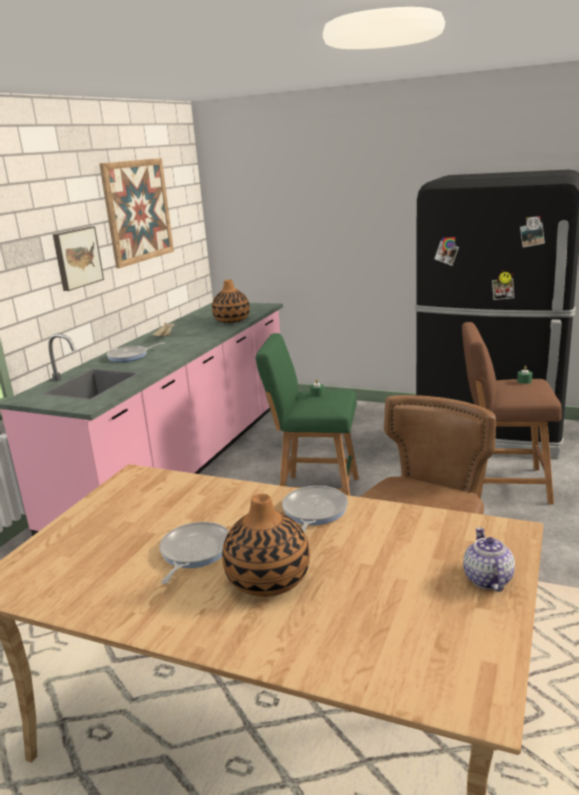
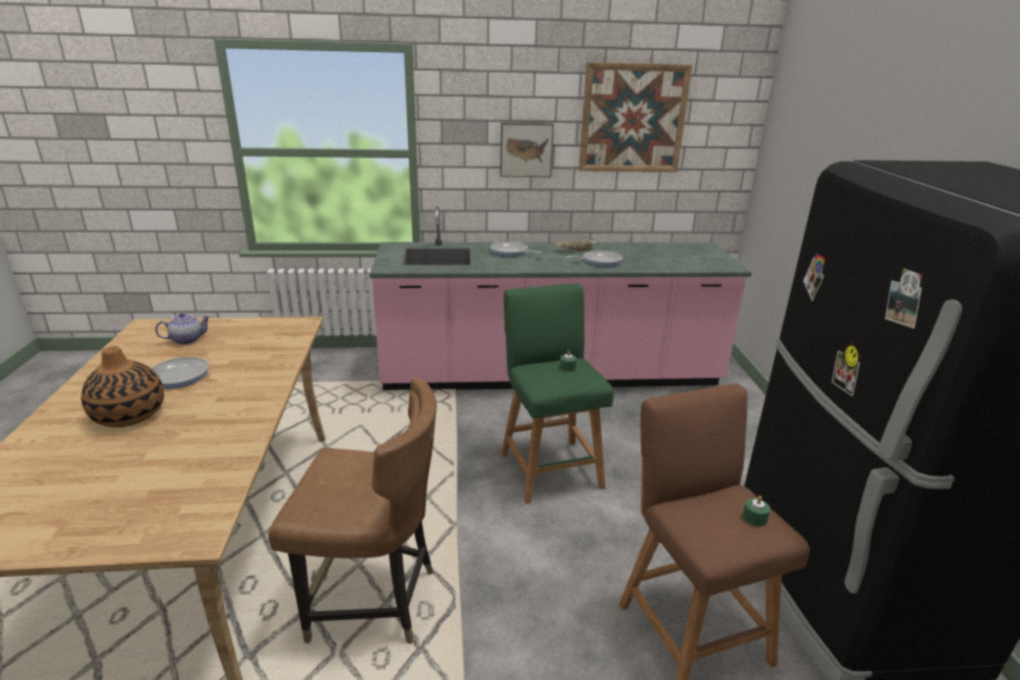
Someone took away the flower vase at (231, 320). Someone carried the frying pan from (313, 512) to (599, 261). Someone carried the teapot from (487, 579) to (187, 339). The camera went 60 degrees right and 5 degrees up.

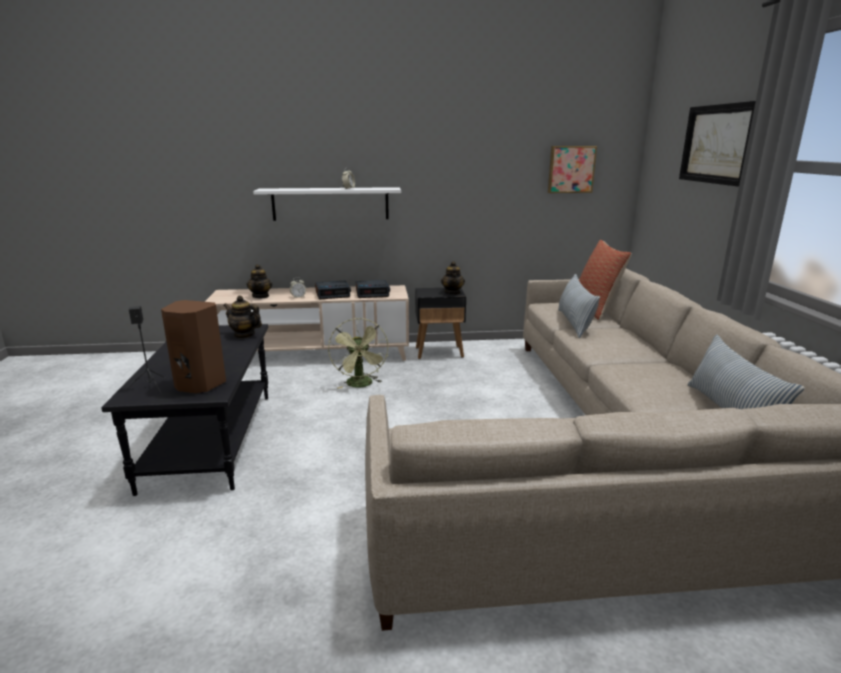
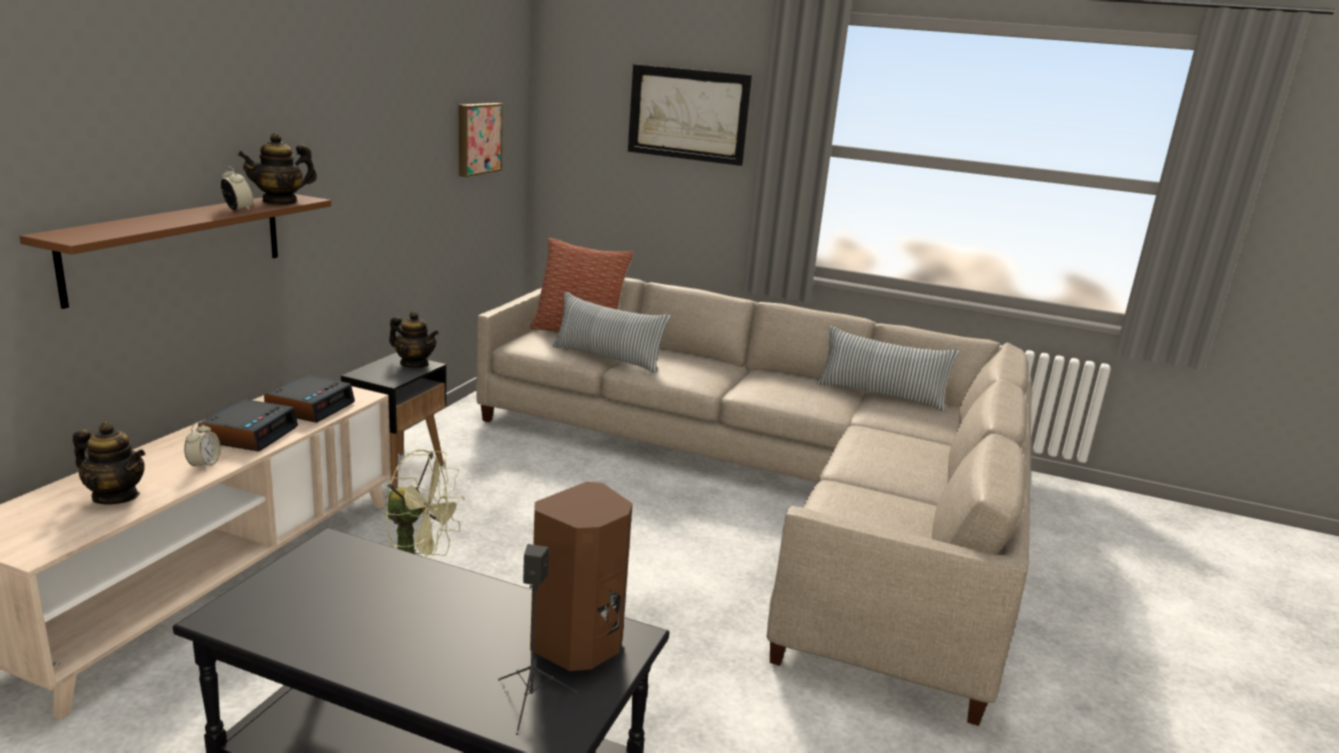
Someone repainted the white bracket shelf at (330, 204), which became the brownish bracket shelf at (178, 245). Someone carried the teapot from (244, 335) to (280, 201). The camera went 65 degrees left and 0 degrees up.

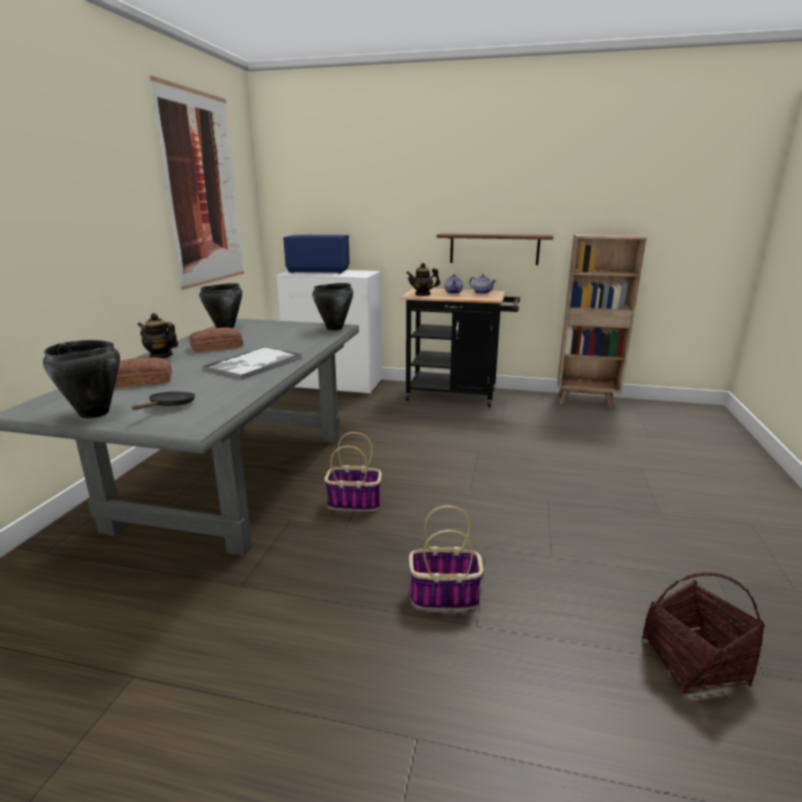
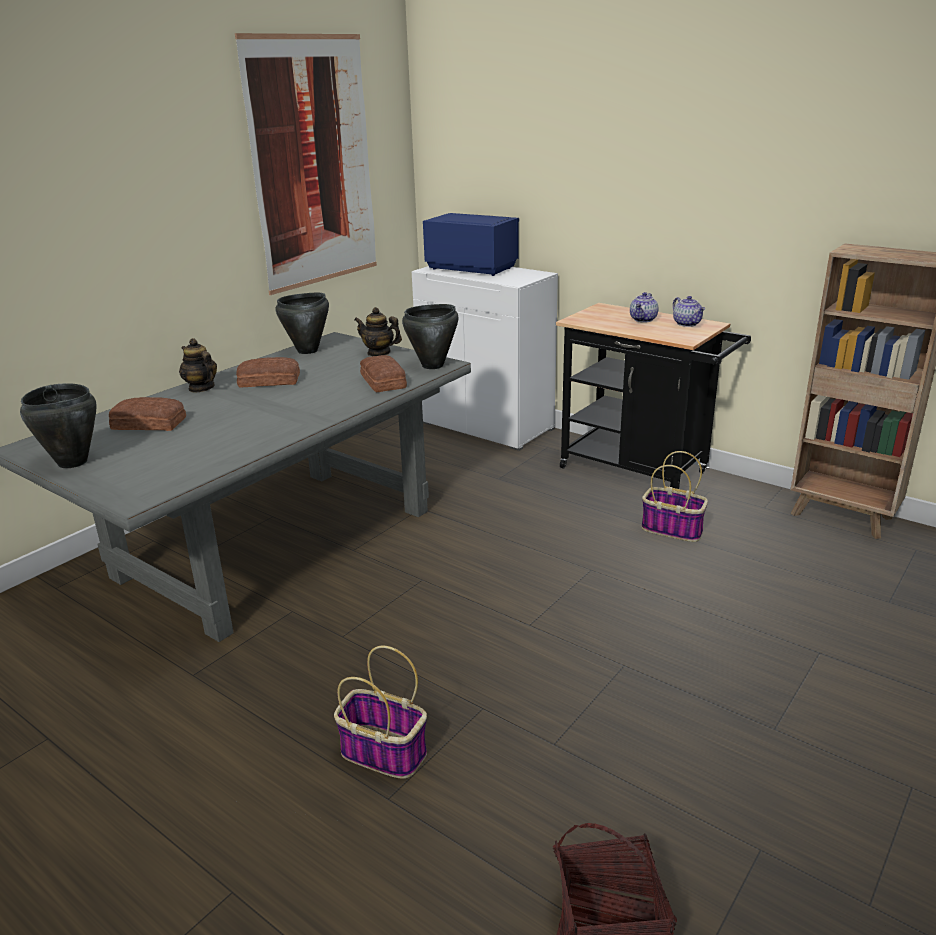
Someone took away the brownish bracket shelf at (494, 249). Someone carried the teapot from (422, 294) to (379, 353). Someone took away the tray at (253, 364). Someone took away the black frying pan at (170, 406). Someone carried the basket from (355, 502) to (673, 529). Someone put down the bread at (382, 382). The camera went 25 degrees right and 5 degrees up.

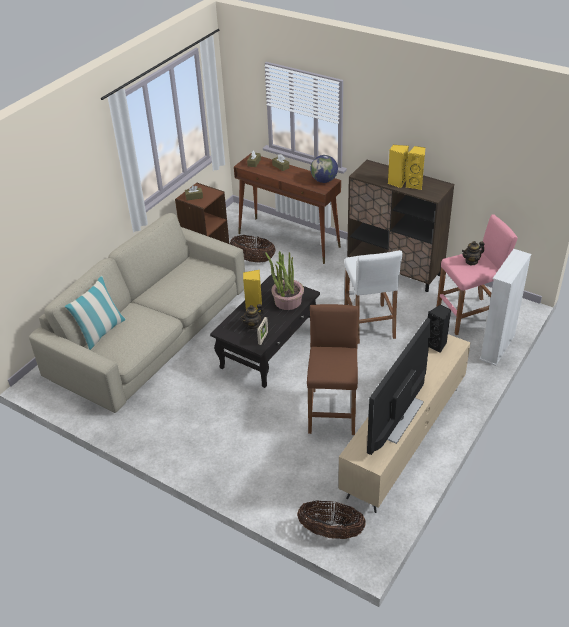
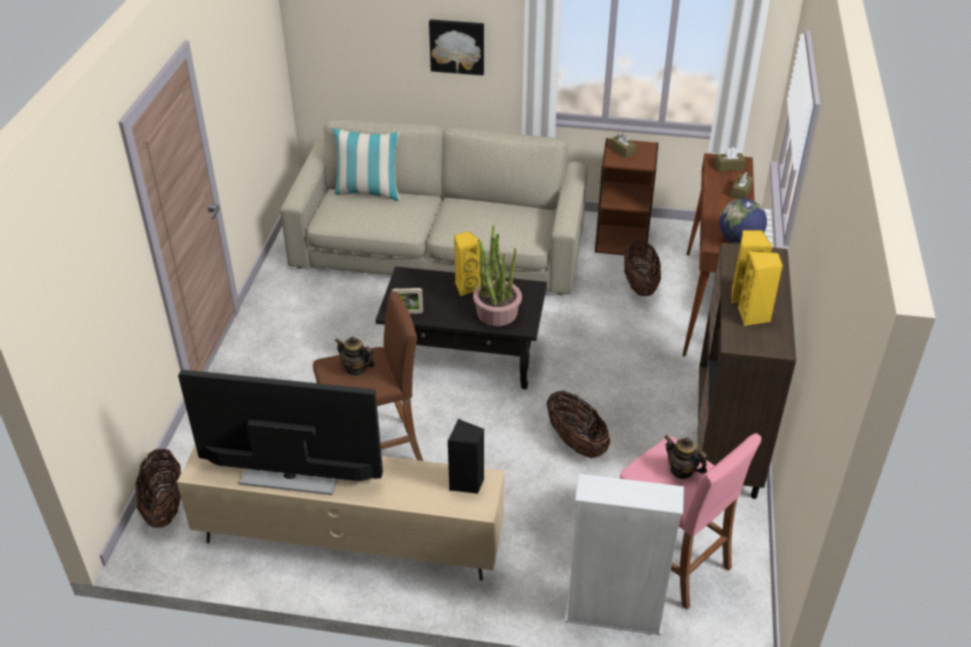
Someone swapped the white sitting stool at (369, 324) for the basket at (576, 442). Someone carried the teapot from (252, 325) to (356, 368). Someone put up the wall art at (457, 46). The camera went 65 degrees right and 0 degrees up.

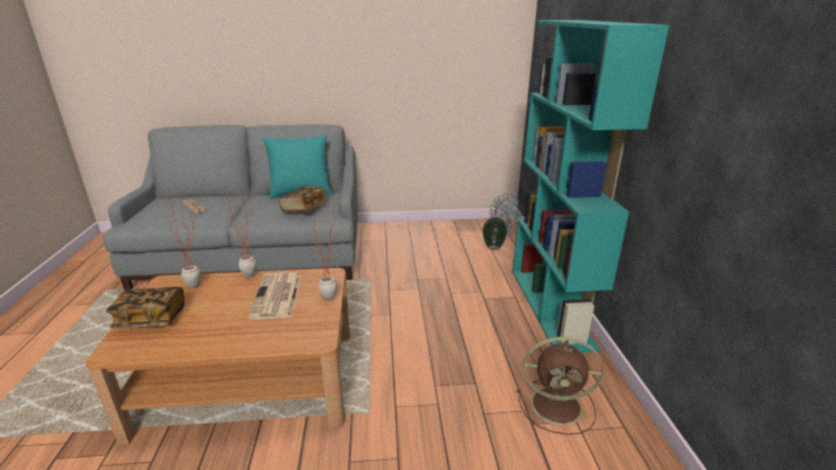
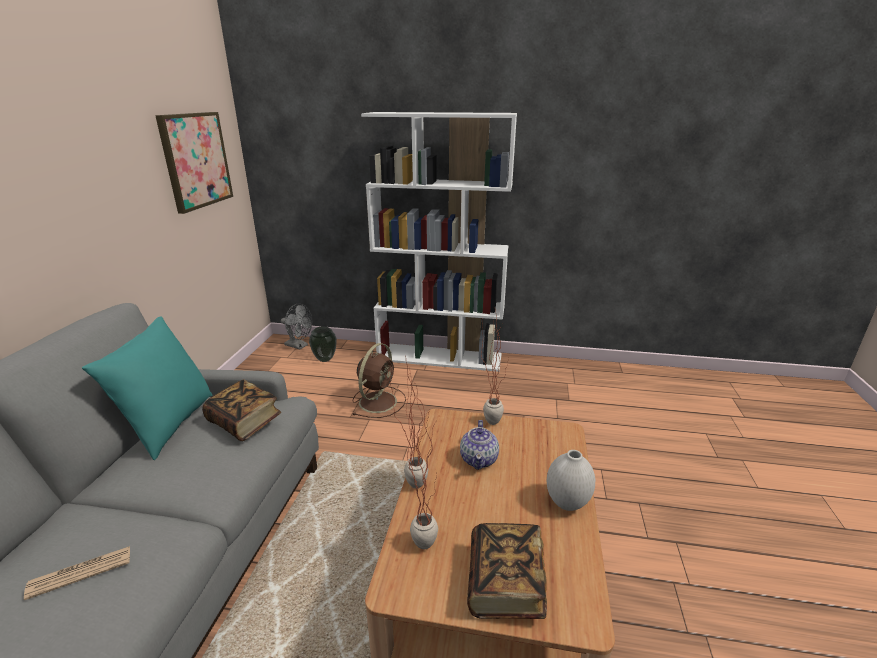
Someone repainted the turquoise shelving unit at (551, 307), which became the white shelving unit at (440, 357). Someone swapped the printed paper at (277, 297) for the teapot at (479, 459). Someone carried the brownish electric fan from (558, 406) to (379, 401). Someone put up the wall art at (196, 160). Someone put down the white flower vase at (567, 502). The camera went 75 degrees left and 0 degrees up.

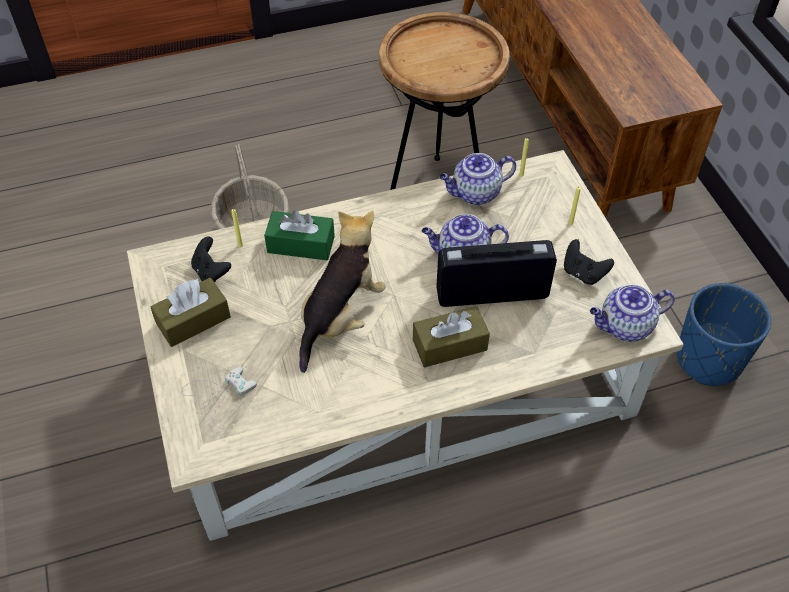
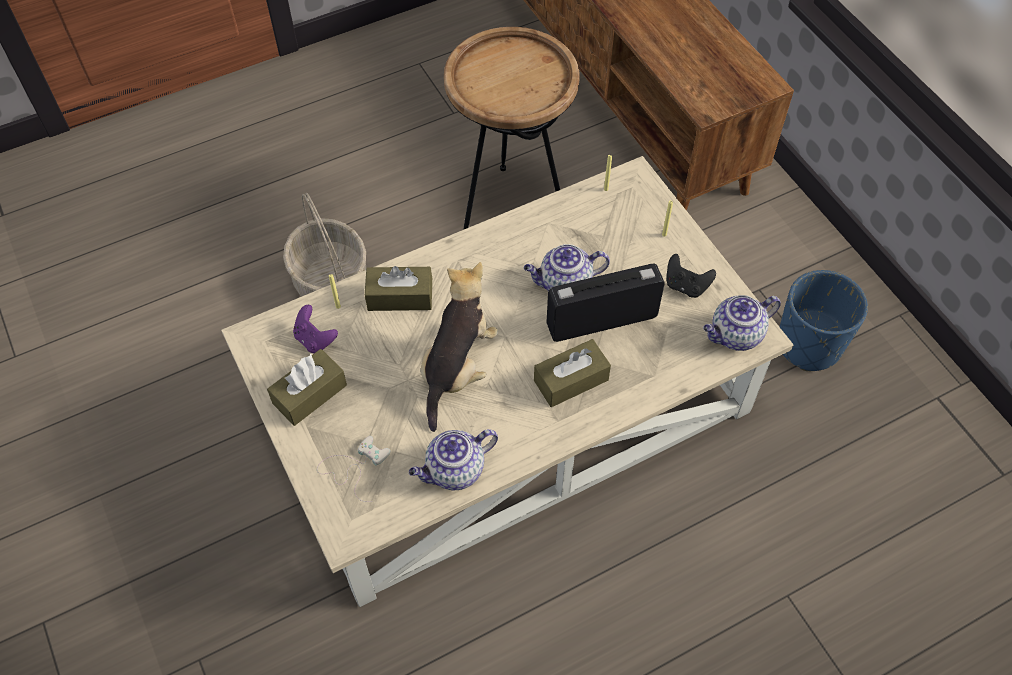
Someone carried the teapot from (475, 194) to (454, 471). Someone repainted the green-coloured tissue holder at (301, 244), which became the brownish tissue holder at (400, 296). Someone repainted the black gamepad at (211, 271), which became the purple-coloured gamepad at (315, 339). The camera went 10 degrees left and 5 degrees up.

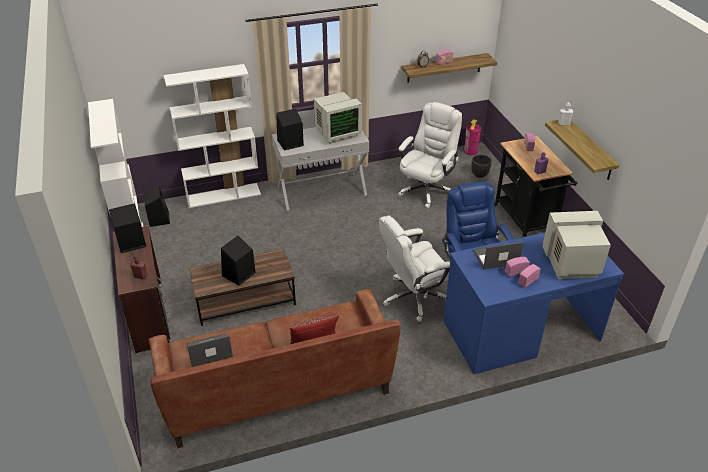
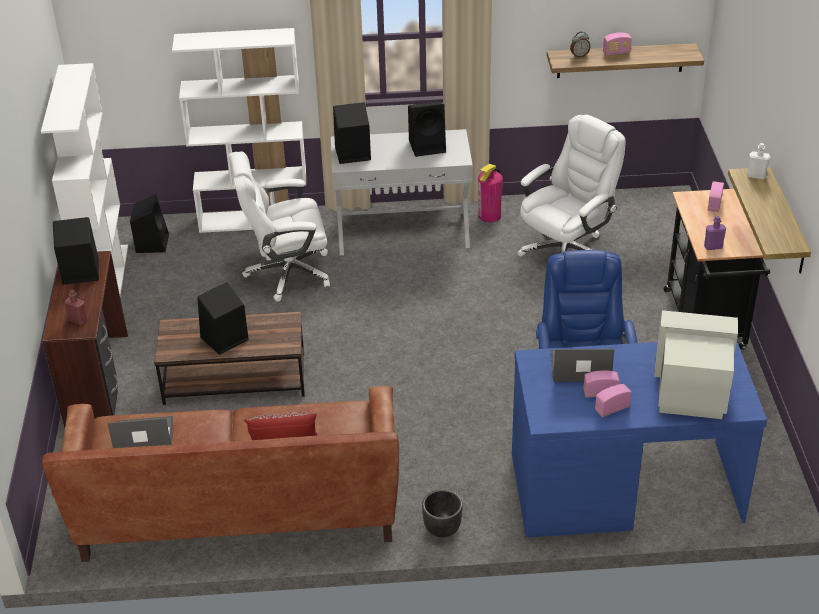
Someone swapped the computer display at (336, 133) for the black audio speaker at (428, 146). Someone carried the fire-fighting cylinder from (470, 151) to (489, 215). Someone carried the black flower pot from (479, 174) to (442, 529). Someone carried the white office chair from (413, 297) to (287, 273). The camera went 15 degrees right and 0 degrees up.

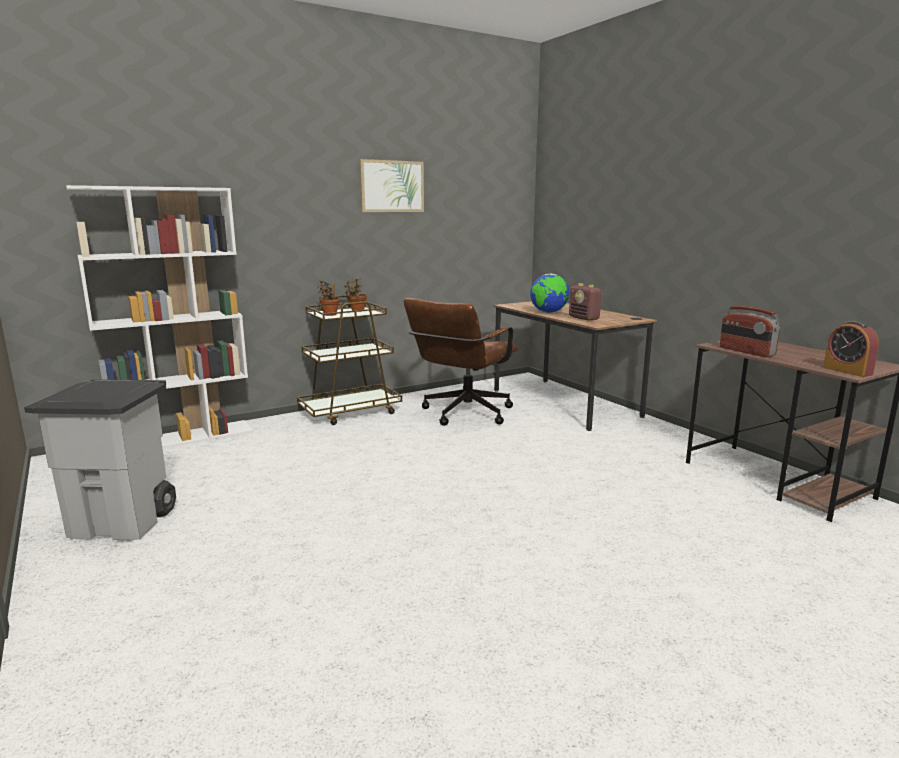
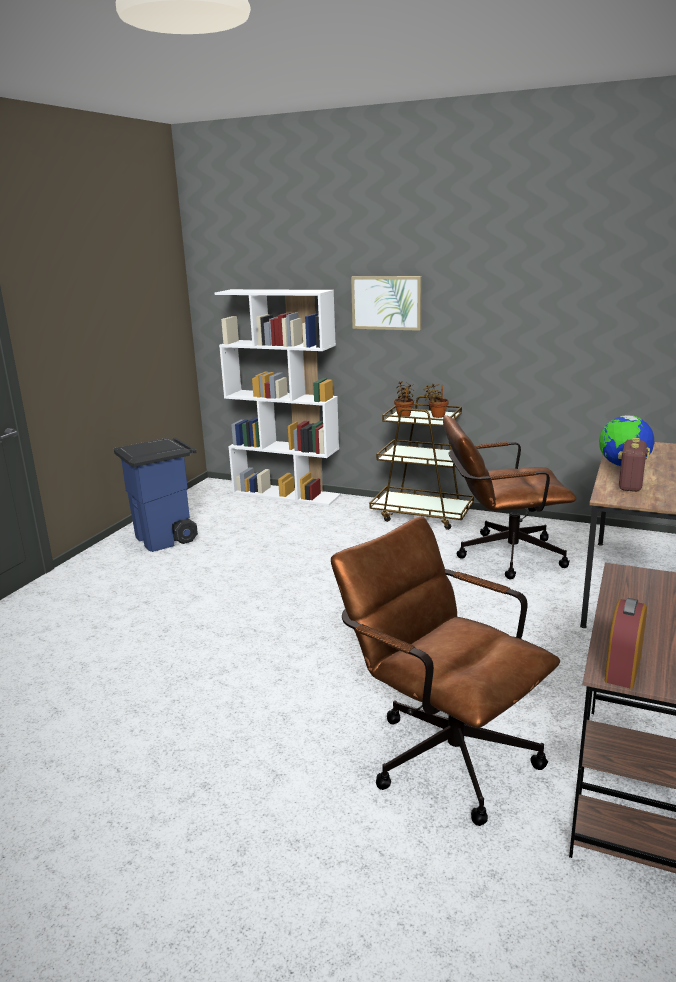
Someone carried the wall art from (391, 186) to (386, 302). Someone took away the radio at (746, 351). Someone repainted the gray rubbish bin at (124, 522), which became the bluish rubbish bin at (166, 538). Someone put down the brownish office chair at (441, 751). The camera went 55 degrees right and 5 degrees up.

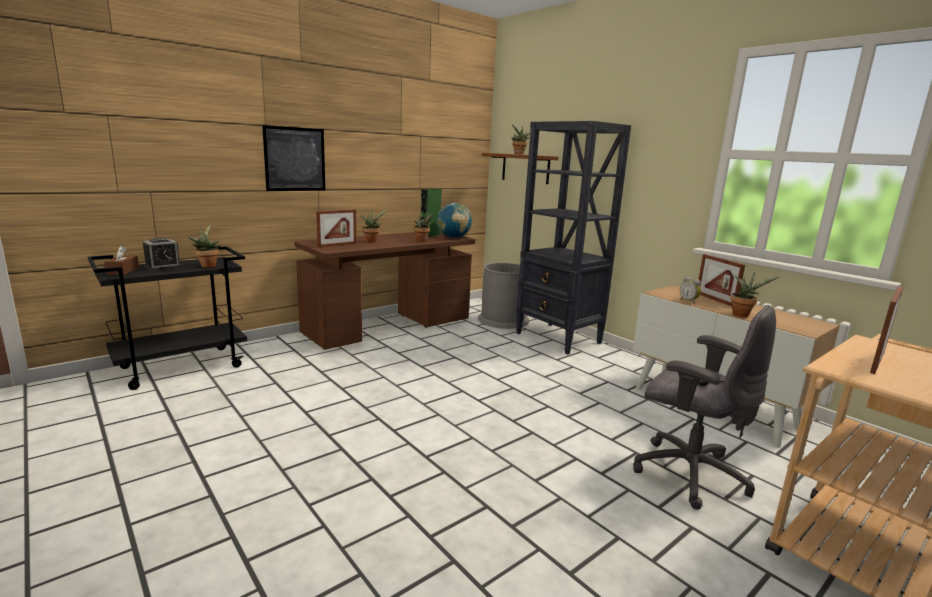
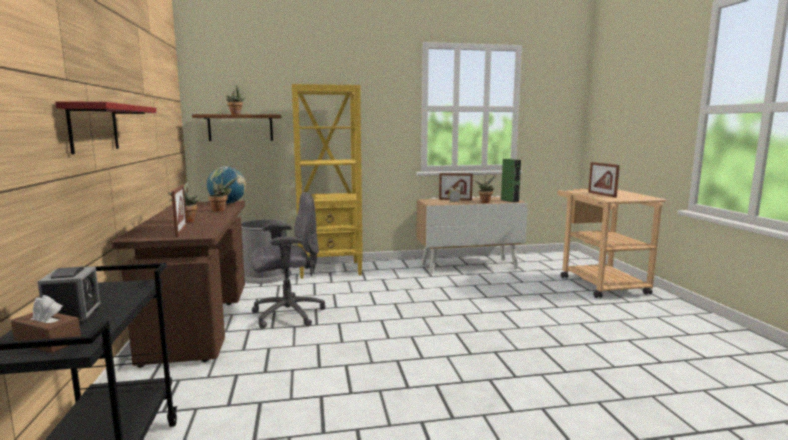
Someone repainted the black shelving unit at (558, 338), which became the yellow-coloured shelving unit at (331, 270). Someone swapped the wall art at (295, 159) for the reddish bracket shelf at (94, 128). Someone carried the green-coloured audio speaker from (430, 235) to (509, 200). Someone took away the potted plant at (207, 265). Someone carried the gray office chair from (688, 473) to (287, 315). The camera went 60 degrees left and 5 degrees down.

